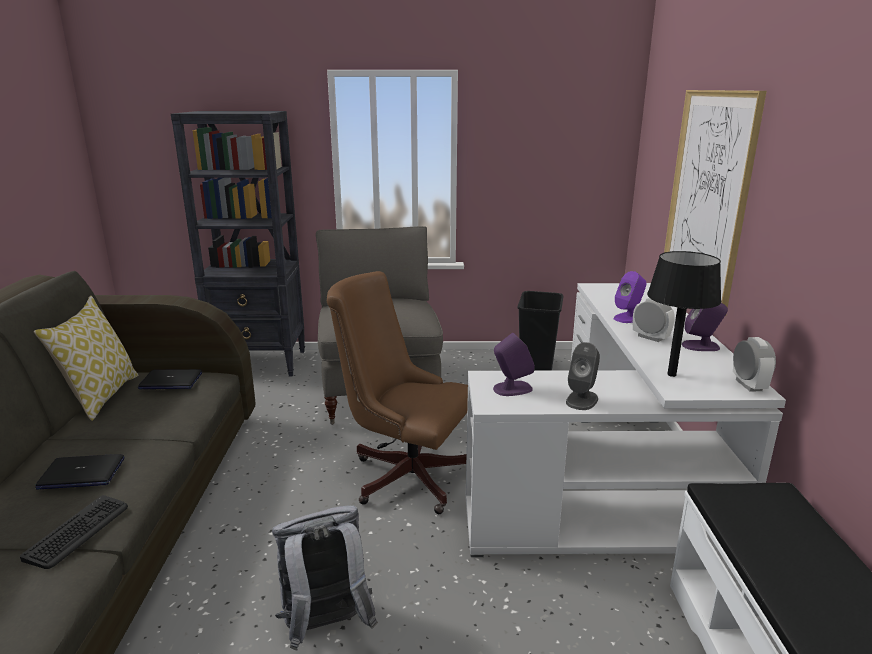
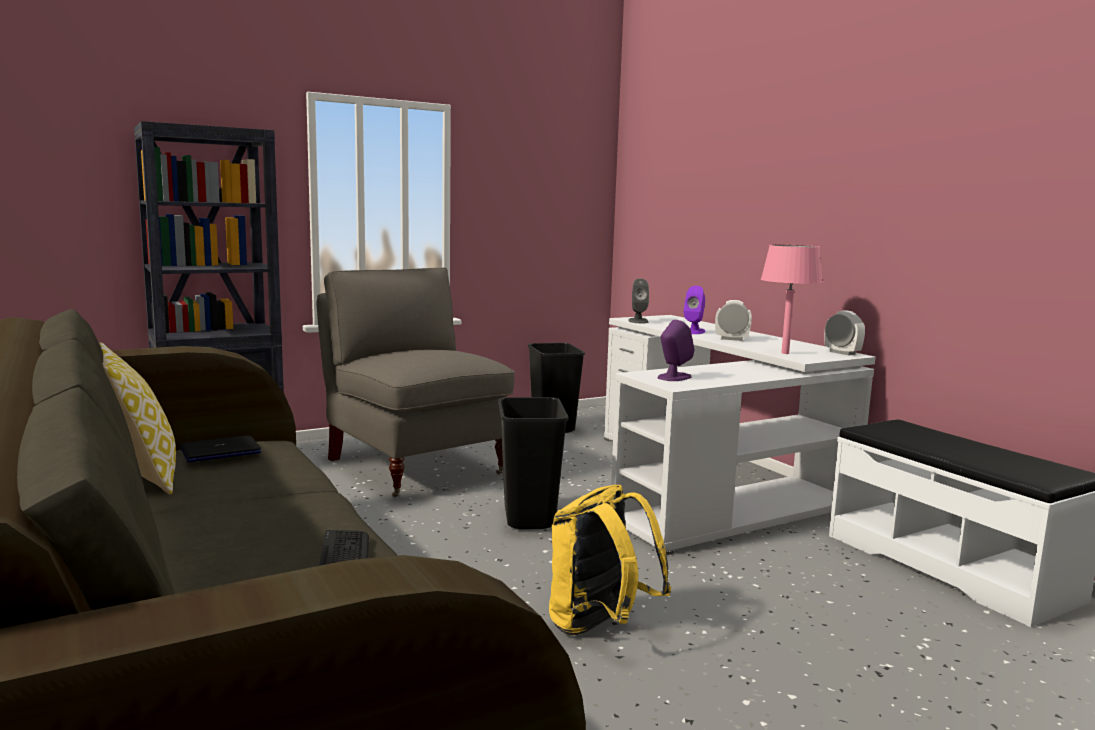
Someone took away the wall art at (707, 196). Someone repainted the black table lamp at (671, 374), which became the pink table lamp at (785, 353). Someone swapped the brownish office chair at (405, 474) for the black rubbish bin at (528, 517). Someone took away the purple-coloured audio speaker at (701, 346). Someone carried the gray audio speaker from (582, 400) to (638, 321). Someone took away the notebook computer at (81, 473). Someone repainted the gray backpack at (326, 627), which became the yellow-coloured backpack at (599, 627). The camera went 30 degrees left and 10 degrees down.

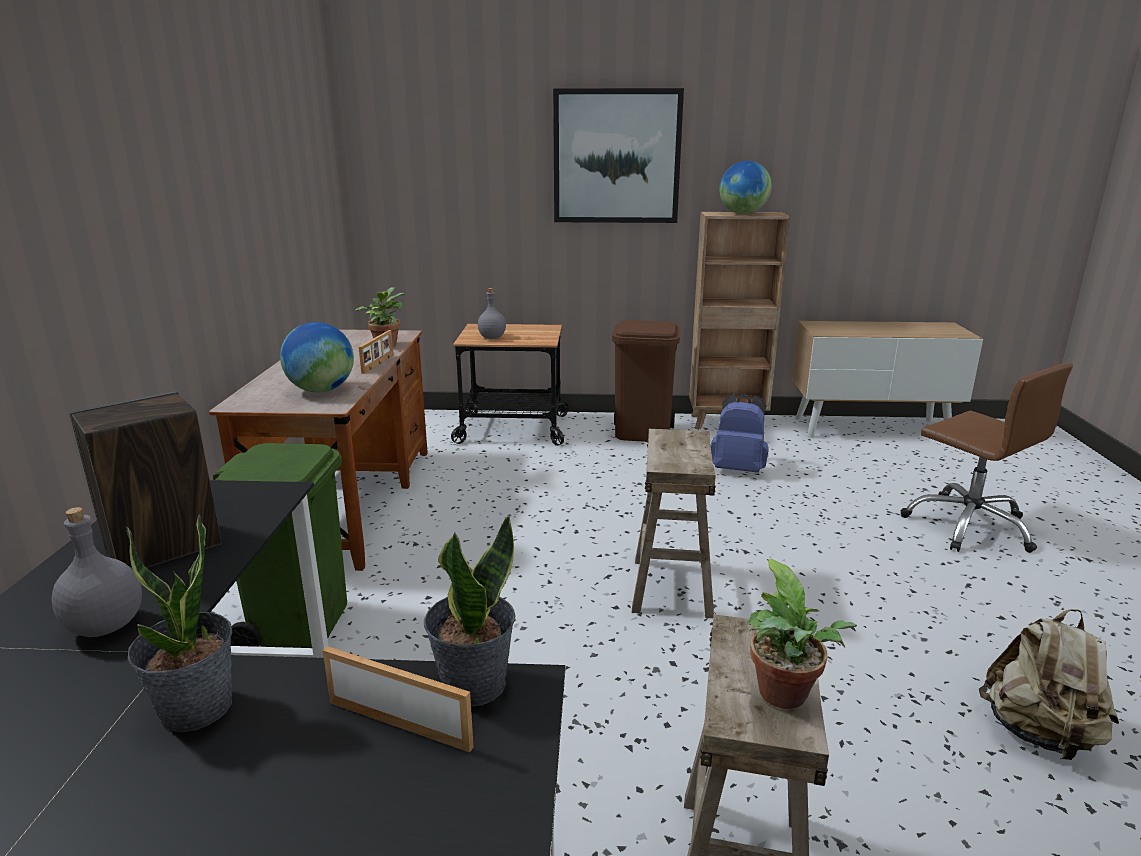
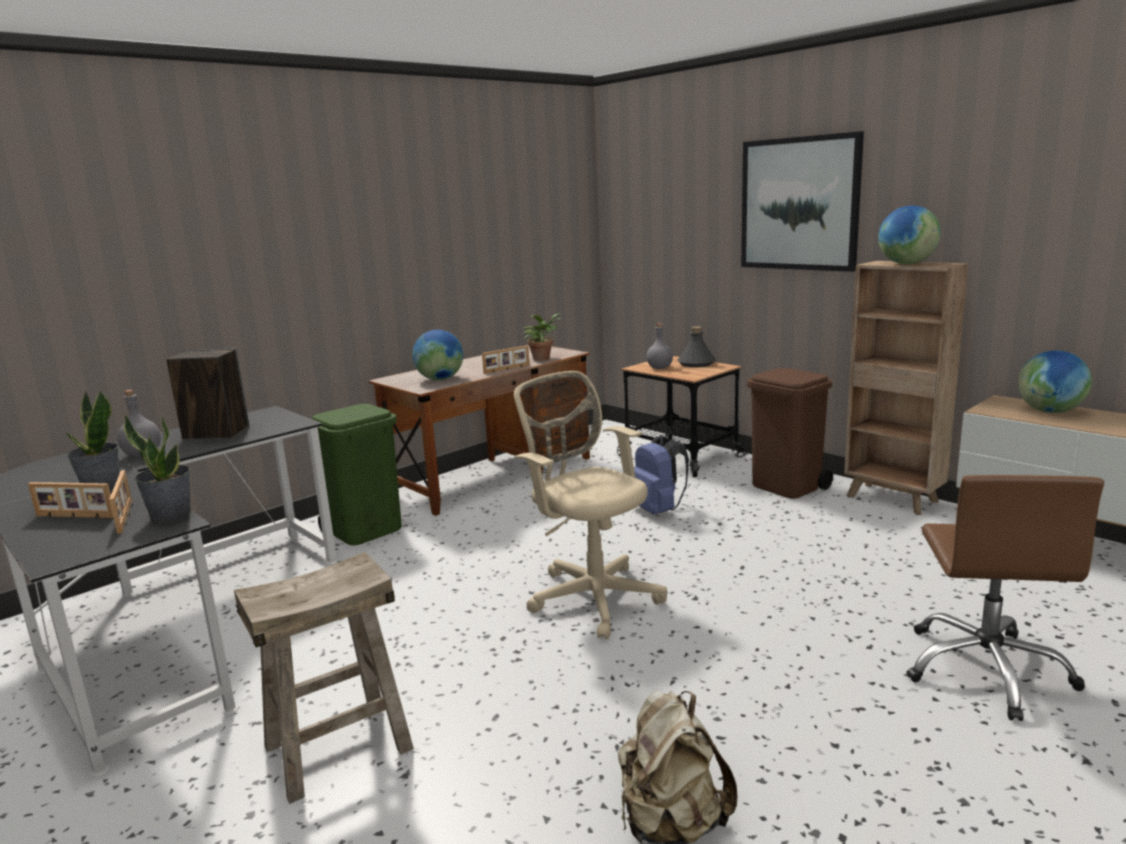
Someone carried the bluish backpack from (738, 469) to (658, 510). Someone swapped the sand-coloured sitting stool at (671, 585) for the sand-coloured office chair at (592, 596). Someone took away the potted plant at (786, 698). Someone put down the gray bottle at (696, 363). Someone put down the globe at (1050, 411). Someone put down the picture frame at (74, 516). The camera went 45 degrees right and 5 degrees down.

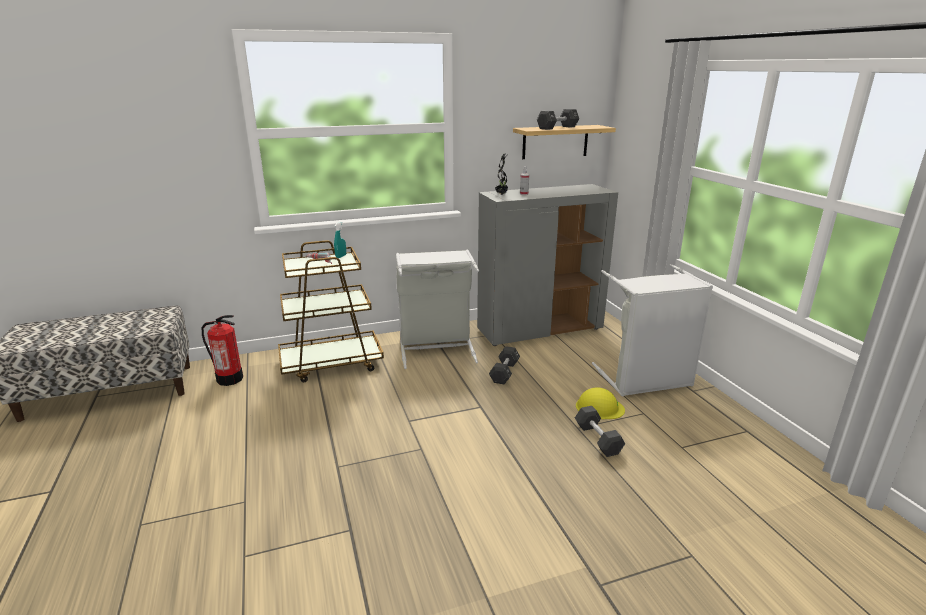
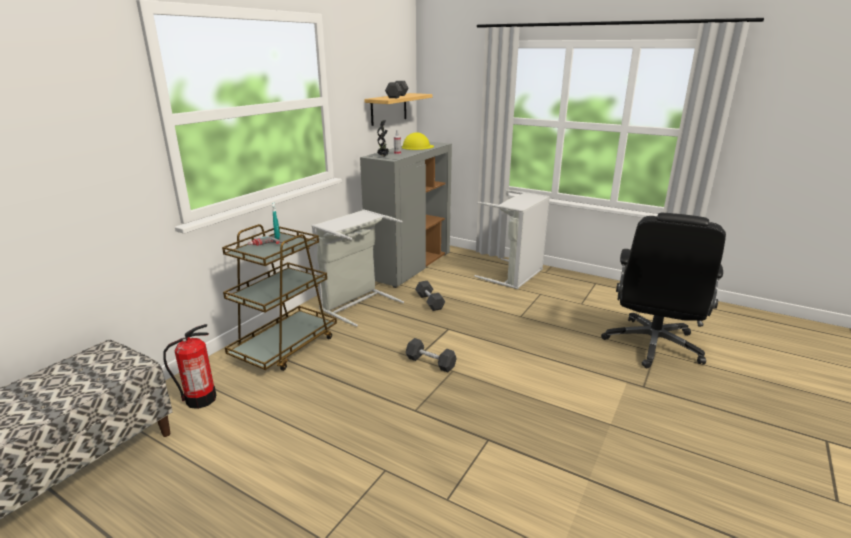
Someone carried the yellow-coloured work helmet from (599, 407) to (417, 147). Someone carried the black free weight from (598, 439) to (430, 362). Someone put down the black office chair at (652, 345). The camera went 40 degrees left and 0 degrees up.

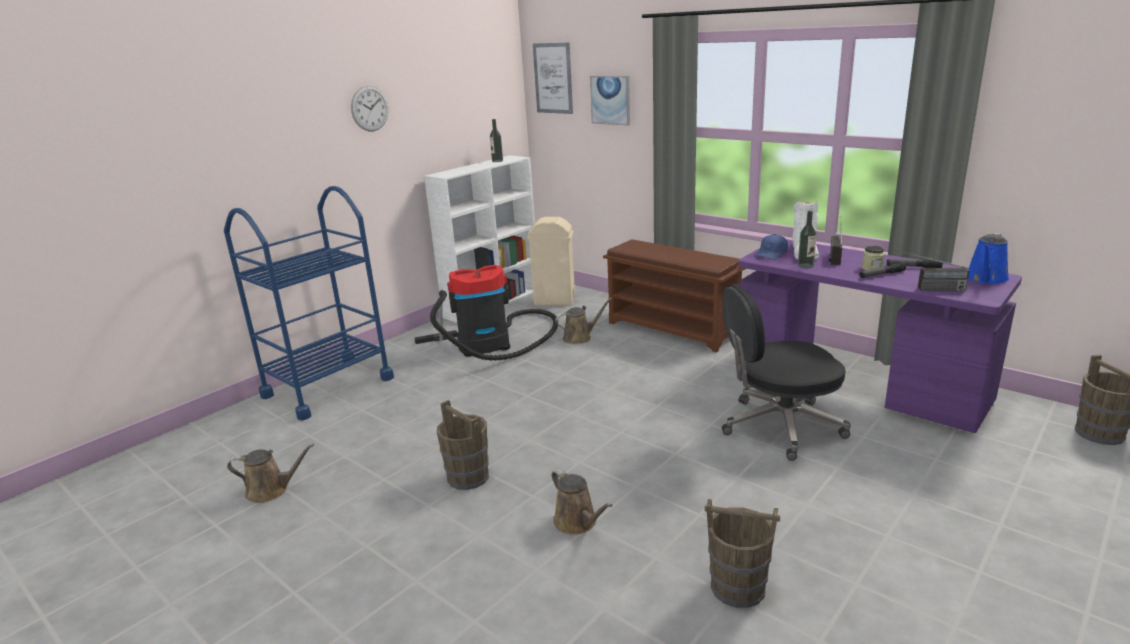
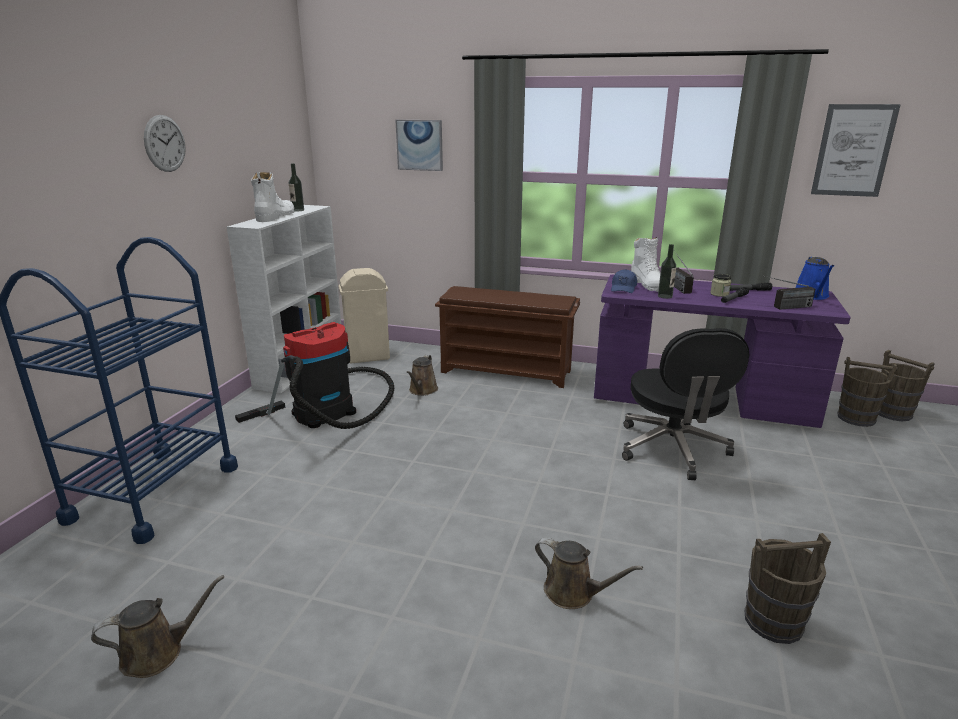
Someone carried the wall art from (553, 78) to (853, 150). Someone rotated the black office chair at (779, 426) by 60 degrees counterclockwise. Someone rotated the brownish watering can at (580, 337) by 150 degrees clockwise. Someone carried the brownish bucket from (468, 477) to (855, 418). Someone put down the white high-top boot at (275, 216). The camera went 25 degrees left and 0 degrees up.

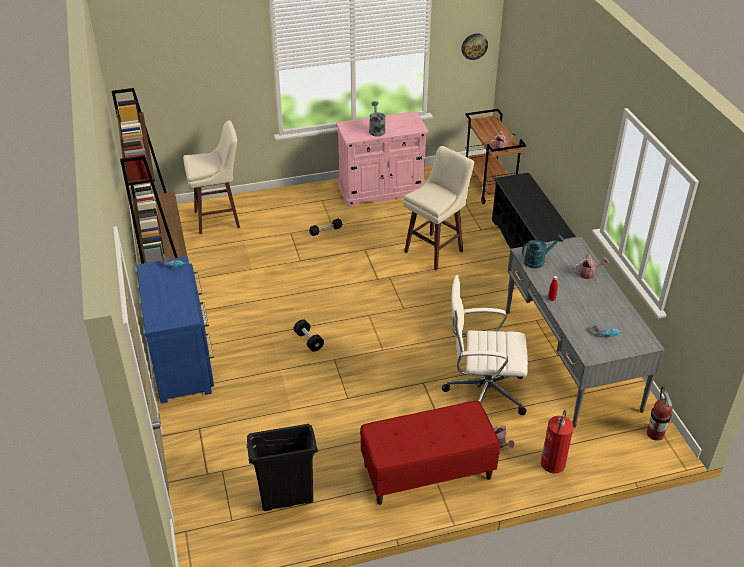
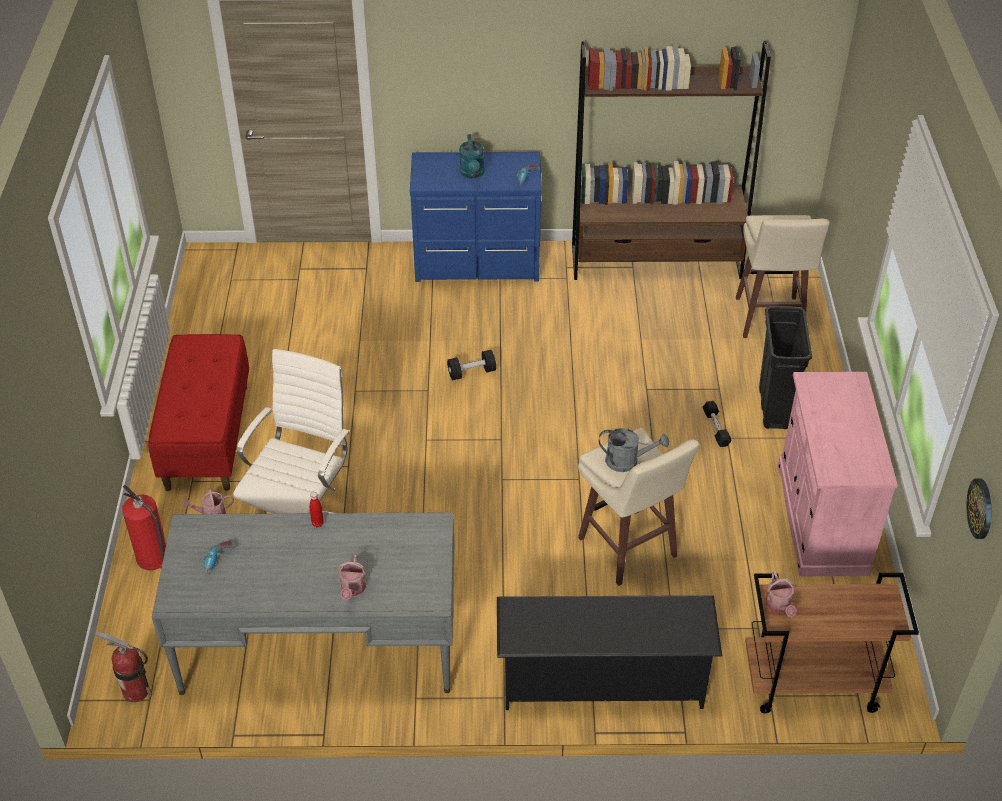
Someone carried the gray watering can from (376, 130) to (628, 461). Someone carried the turquoise watering can from (537, 261) to (472, 174). Someone carried the black rubbish bin from (287, 499) to (773, 408). The camera went 105 degrees right and 5 degrees up.

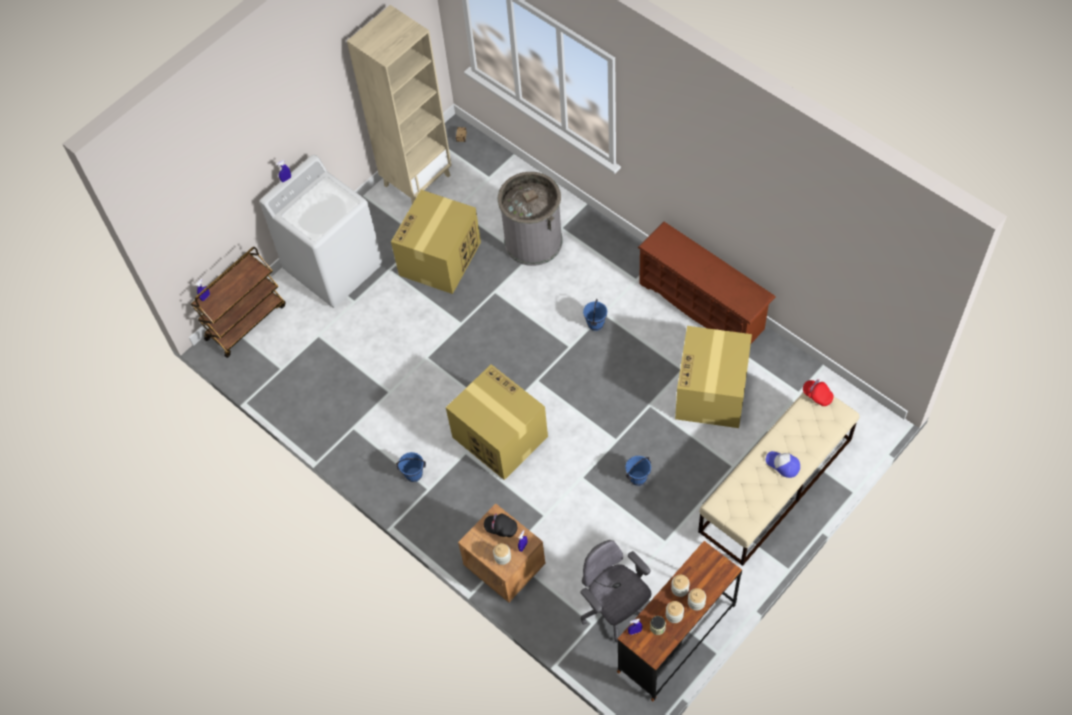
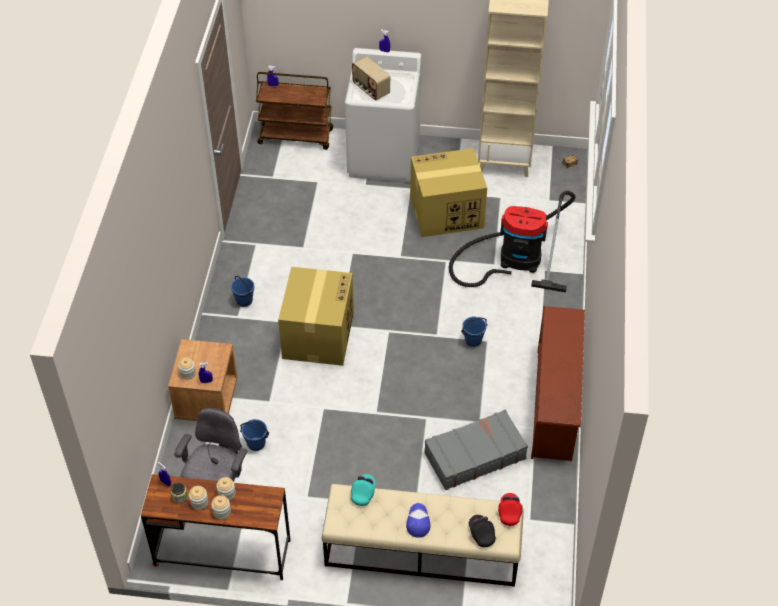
Someone swapped the gray rubbish bin at (533, 241) for the hoover at (515, 259). Someone swapped the carton at (711, 393) for the gray suitcase at (474, 455). Someone carried the bluish bucket from (637, 478) to (256, 443). Someone carried the black baseball cap from (501, 528) to (481, 534). Someone put down the radio at (370, 89). Someone put down the turquoise baseball cap at (363, 493). The camera went 50 degrees right and 10 degrees down.

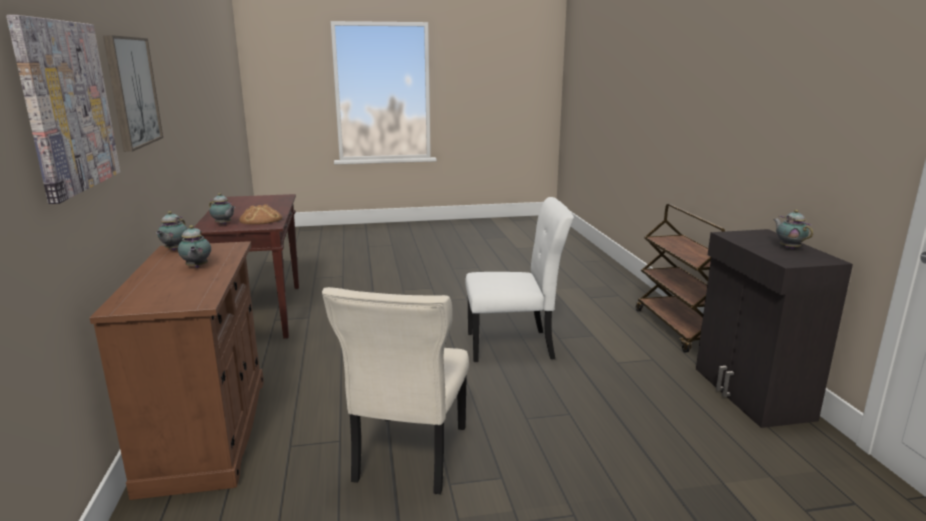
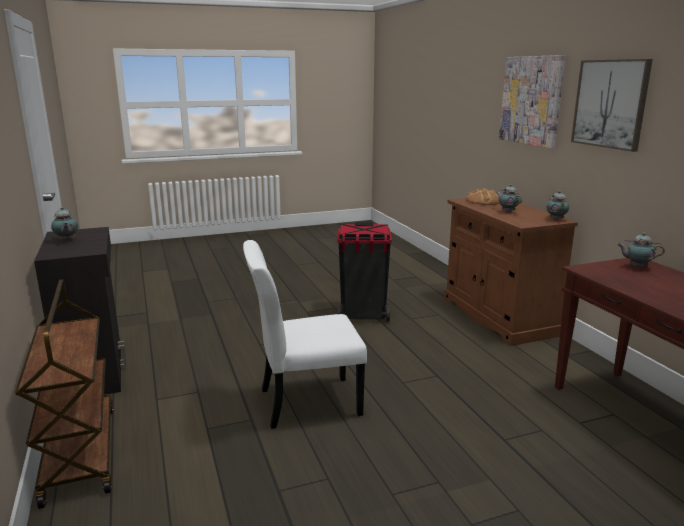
Someone carried the bread from (260, 219) to (484, 201). Someone swapped the sand-coloured plain chair at (409, 456) for the black rubbish bin at (363, 315). The camera went 170 degrees right and 0 degrees up.

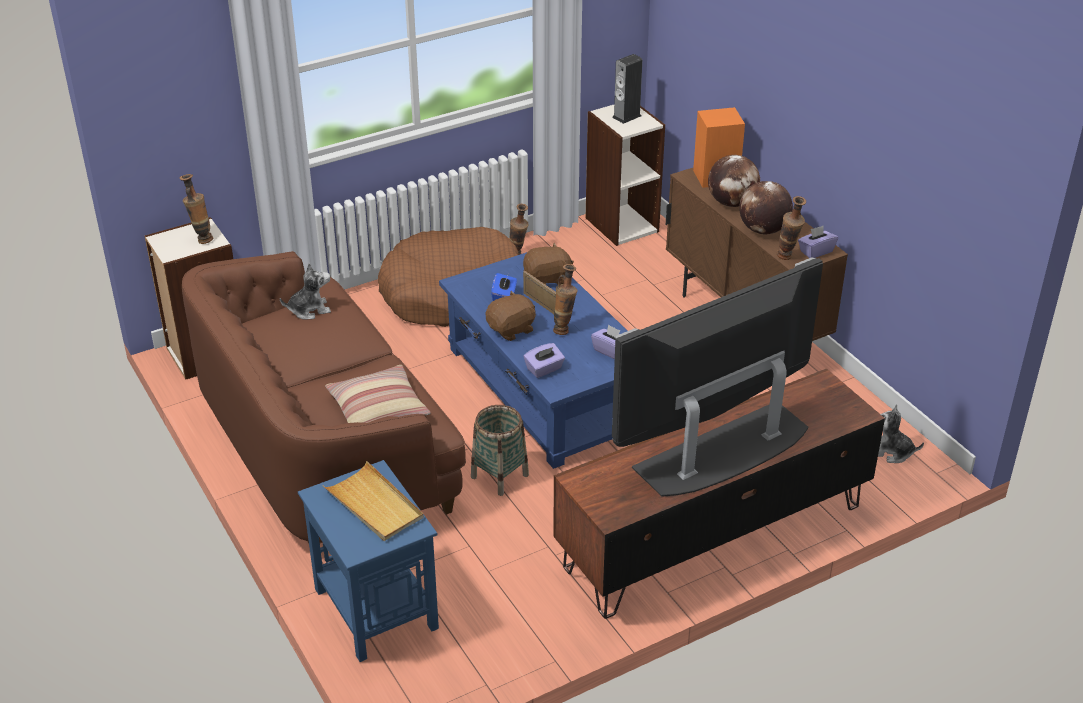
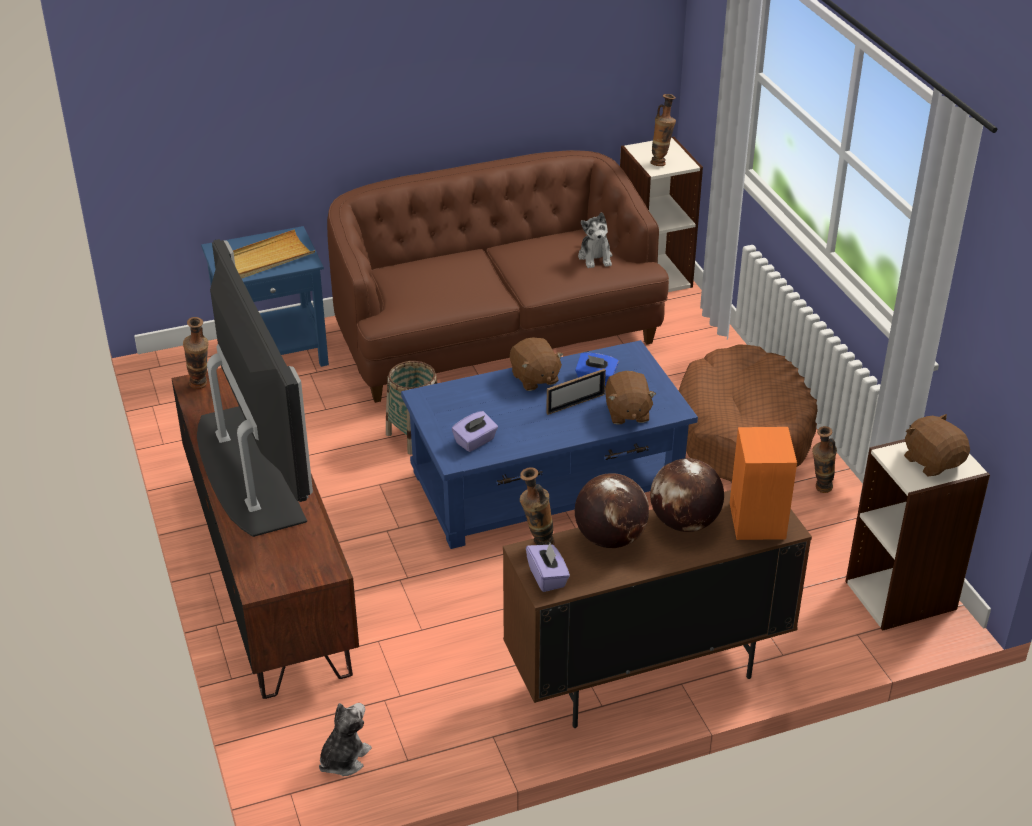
Someone swapped the audio speaker at (626, 116) for the brownish cuddly toy at (932, 461). Someone carried the flower vase from (564, 329) to (201, 387). Someone took away the purple-coloured tissue holder at (544, 369). Someone took away the throw pillow at (378, 409). The camera went 100 degrees right and 0 degrees up.

